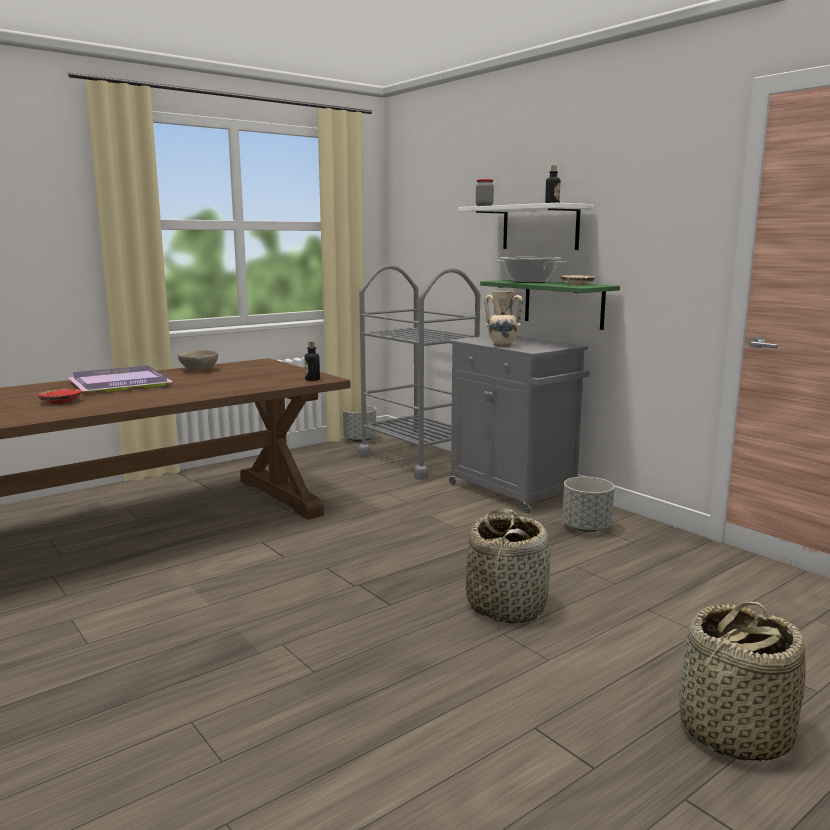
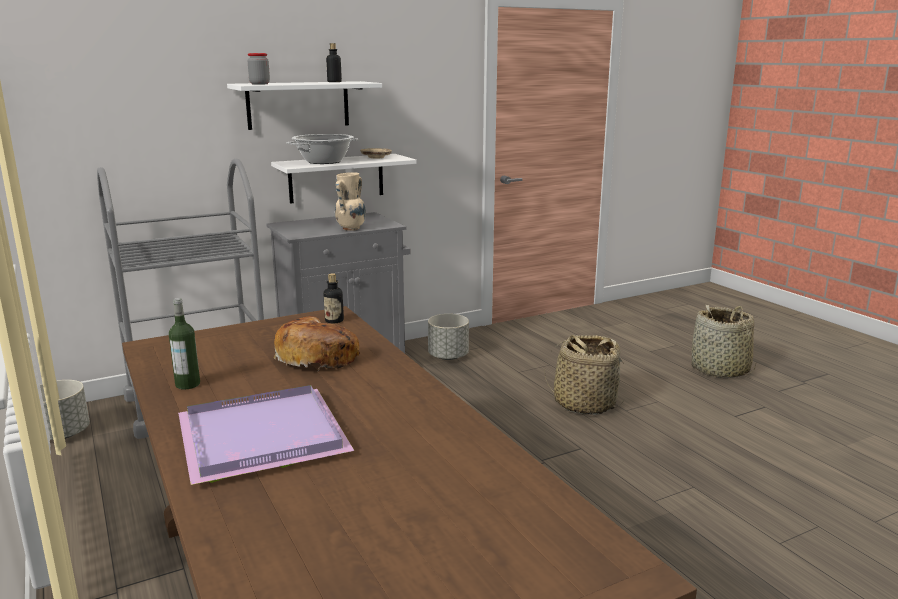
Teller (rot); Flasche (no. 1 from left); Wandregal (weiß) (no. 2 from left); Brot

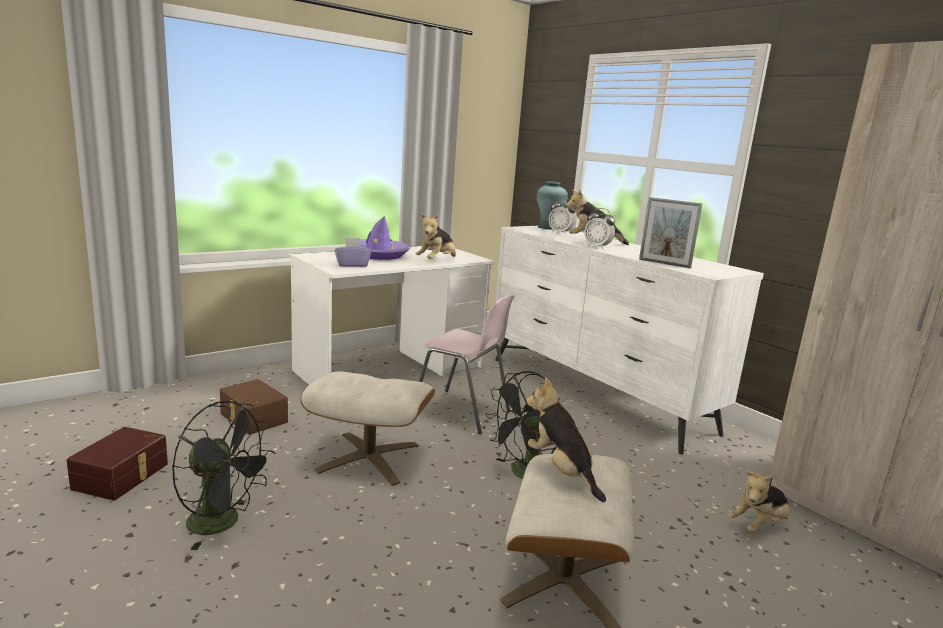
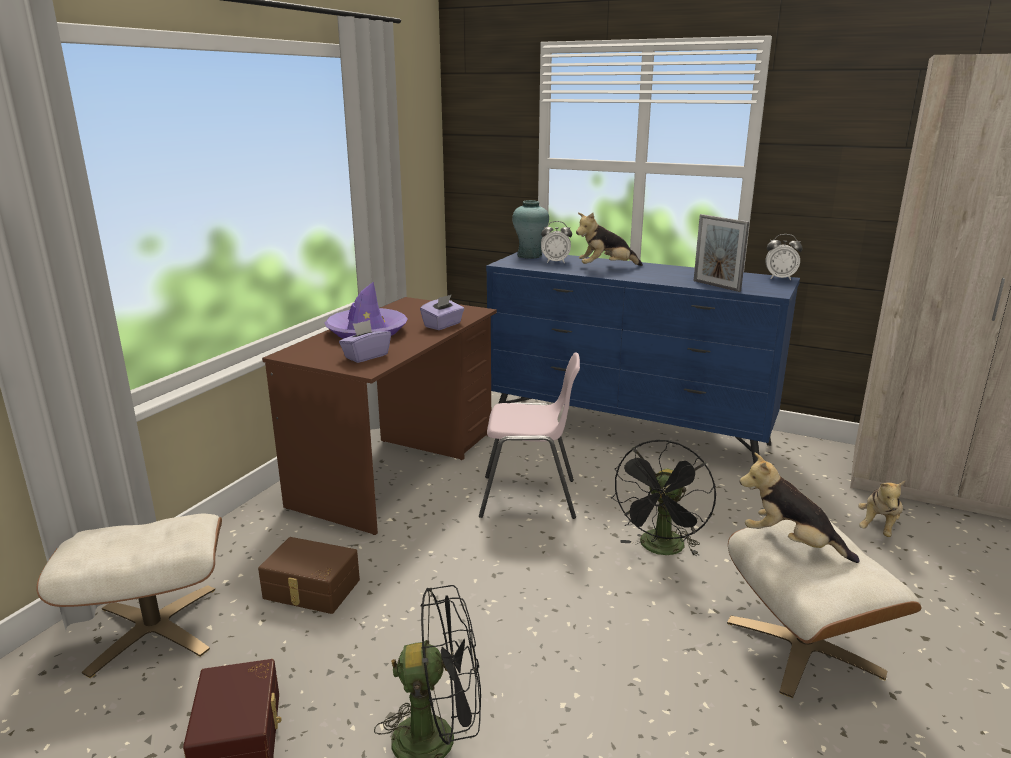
Schreibtisch (braun); Polsterhocker (beige) (no. 1 from left); Taschentuchbox (lila) (no. 2 from left); Kommode (blau); Wecker (no. 2 from left); Bilderrahmen

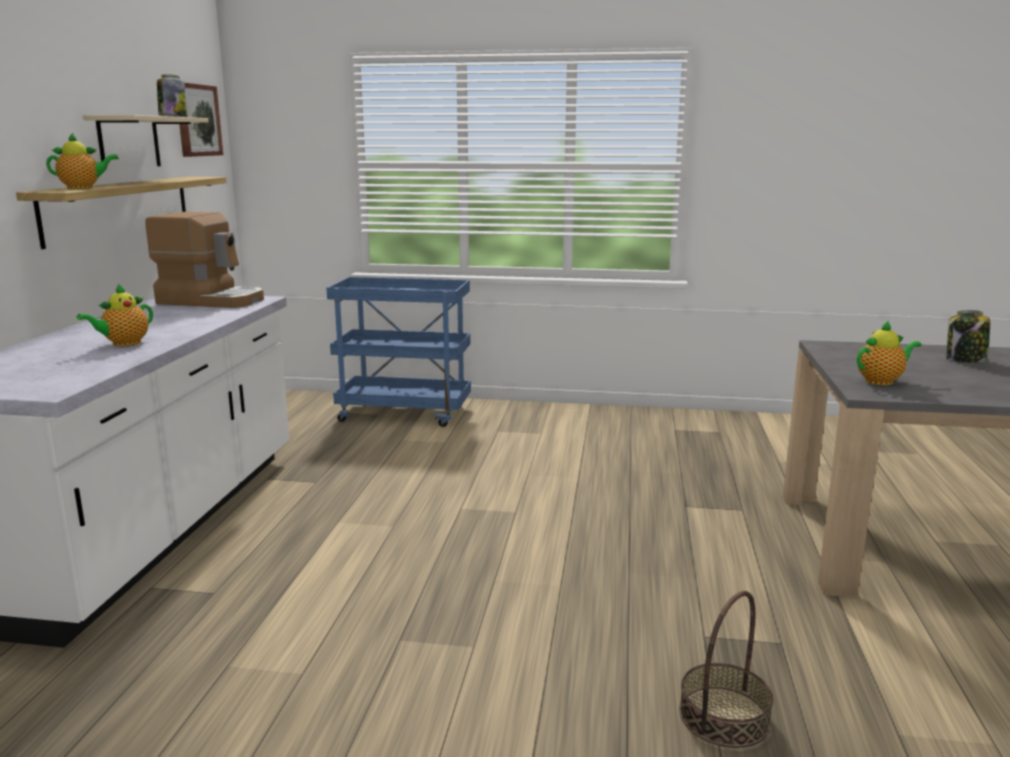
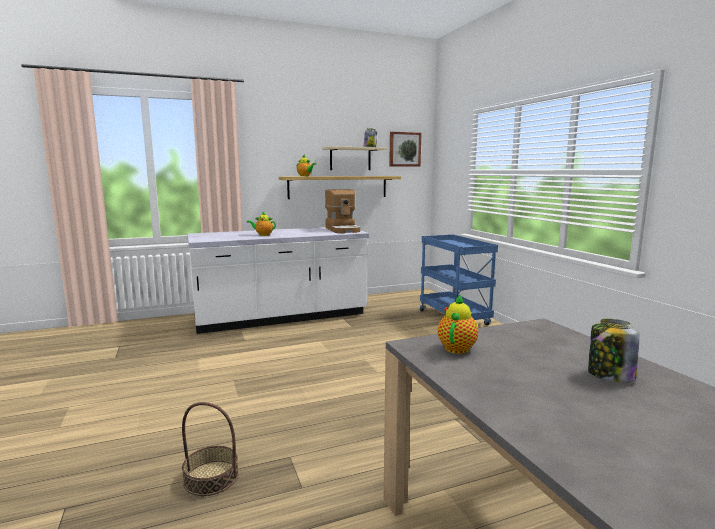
Teekanne (no. 3 from left)

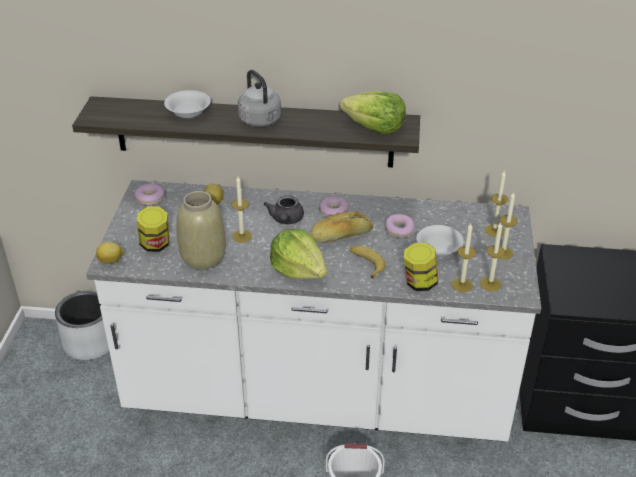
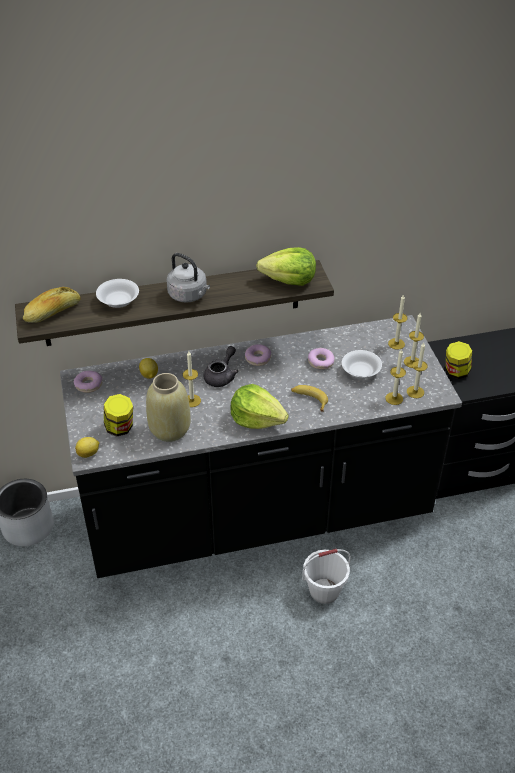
Küchenzeile (schwarz); Teekanne (grau); Brot; Vorratsglas (no. 2 from left)

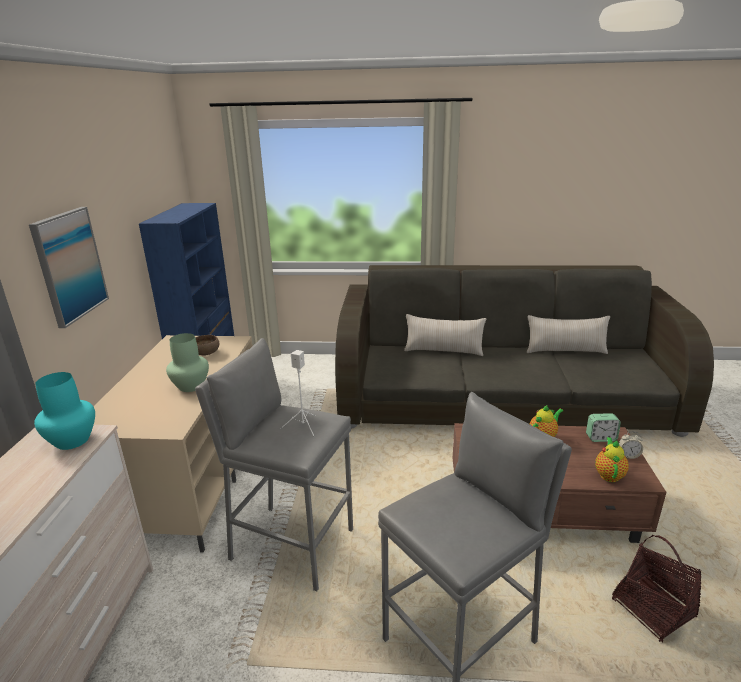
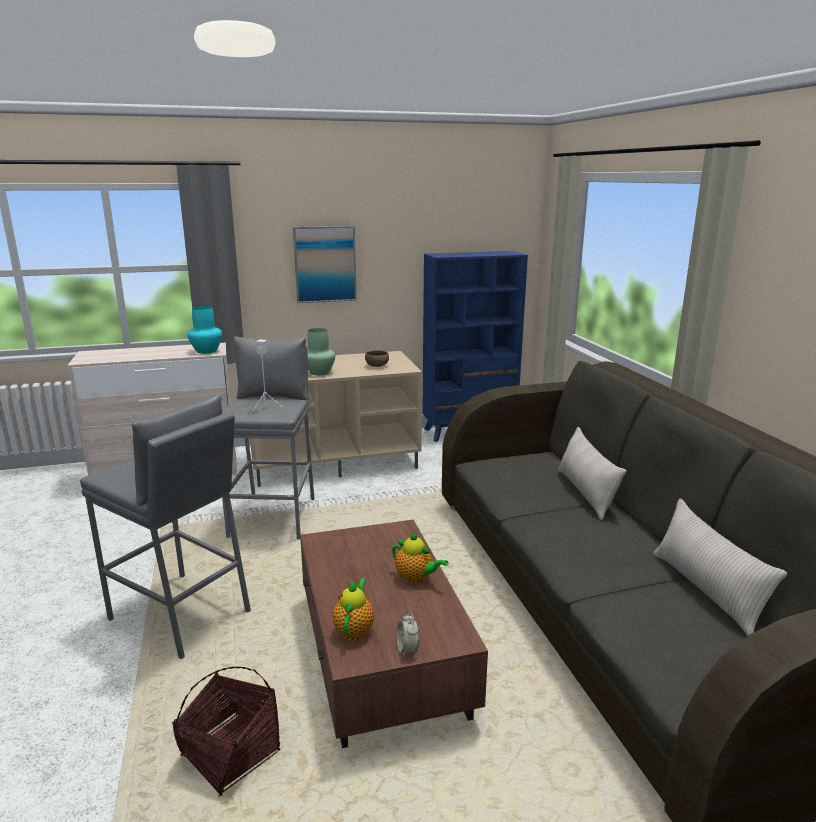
Wecker (no. 1 from left in the first image); Teekanne (no. 1 from left)

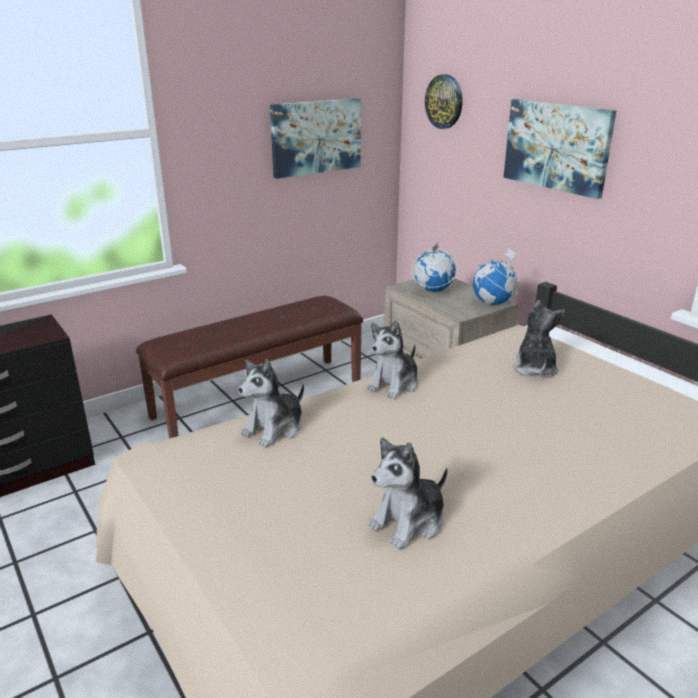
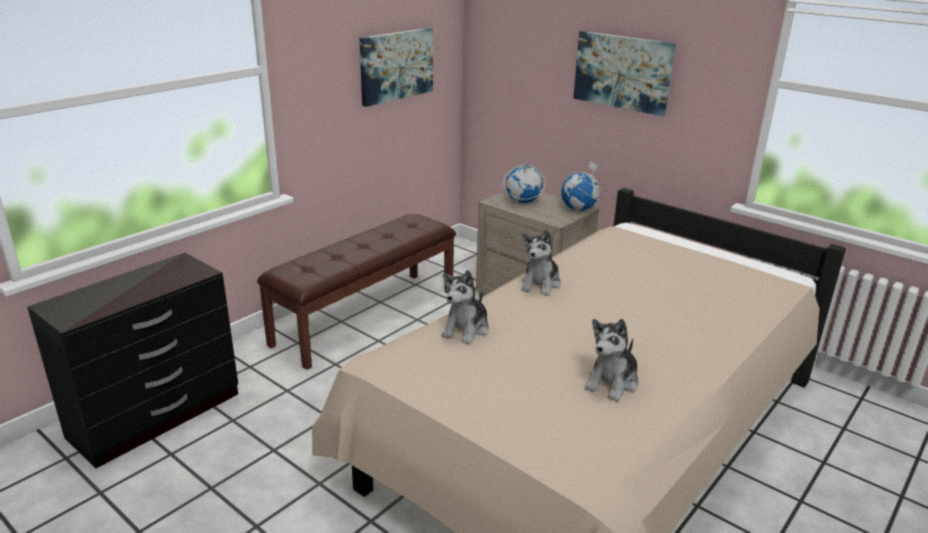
Wanduhr; Plüschtier (no. 4 from left in the first image)

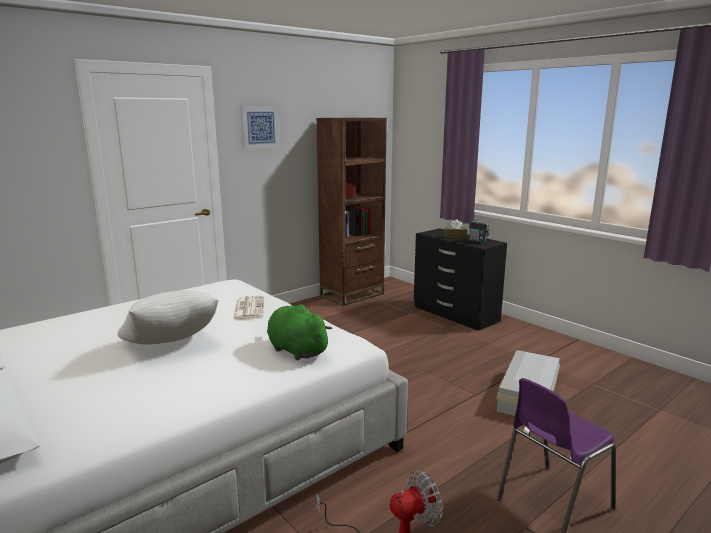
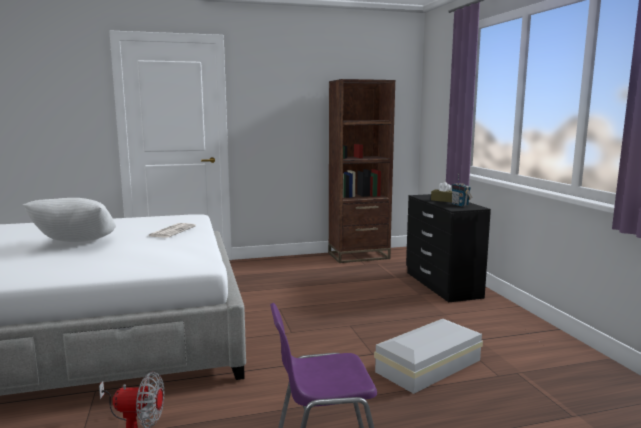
Bild; Plüschtier (grün)

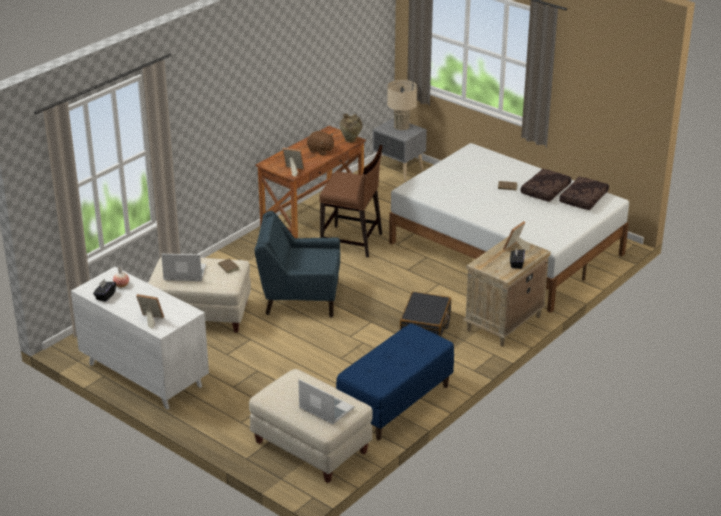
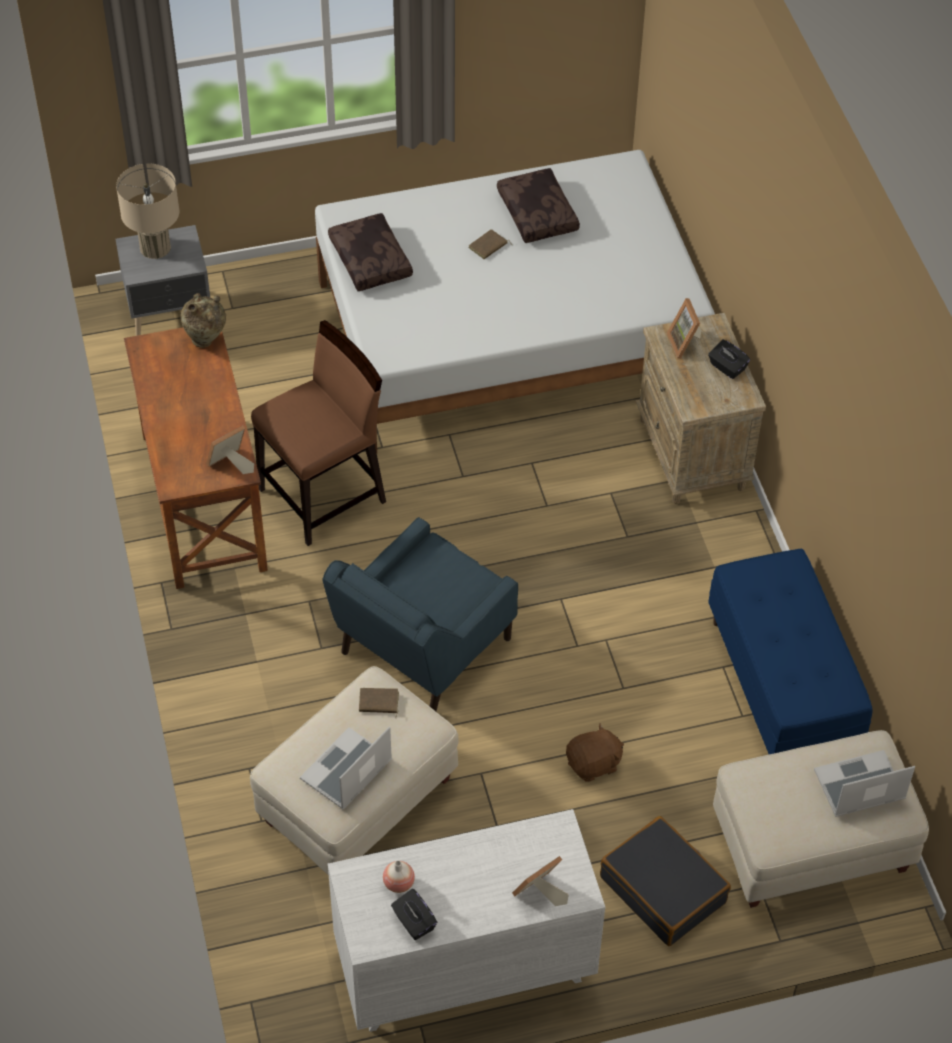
Plüschtier (braun); Koffer (schwarz); Kissen (braun) (no. 1 from left)

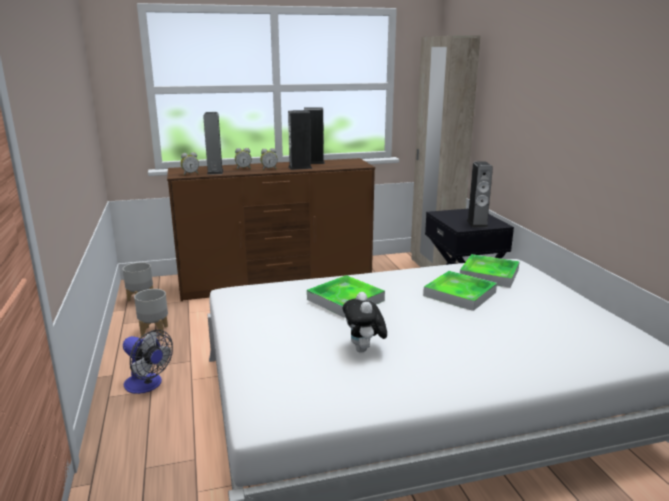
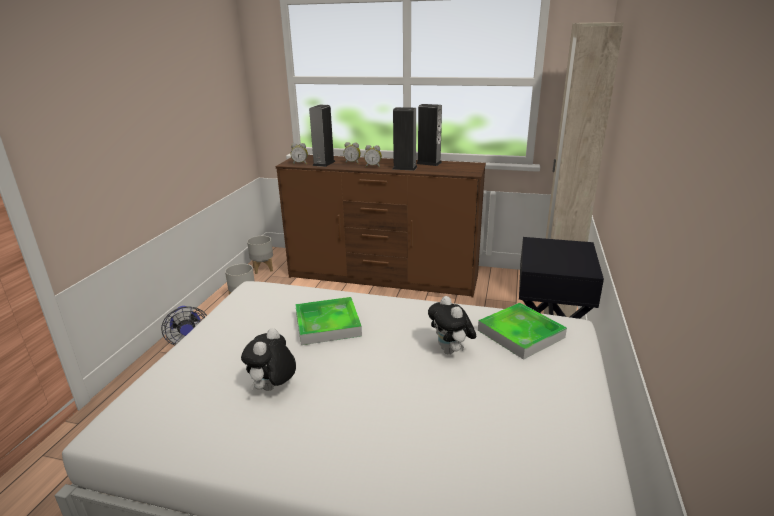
Plüschtier (no. 2 from left); Lautsprecher (no. 4 from left in the first image)

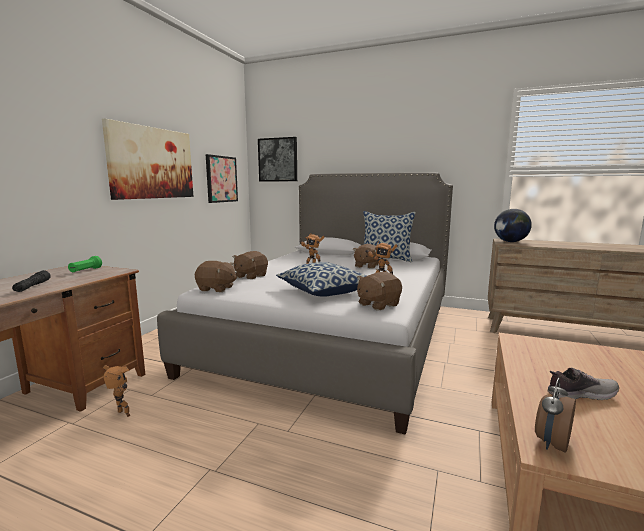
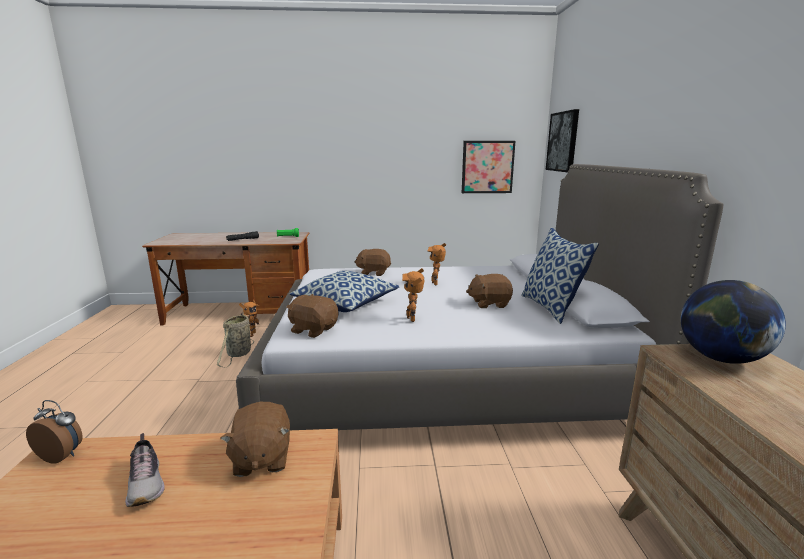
Bild (no. 1 from left in the first image); Plüschtier (braun) (no. 1 from left); Korb

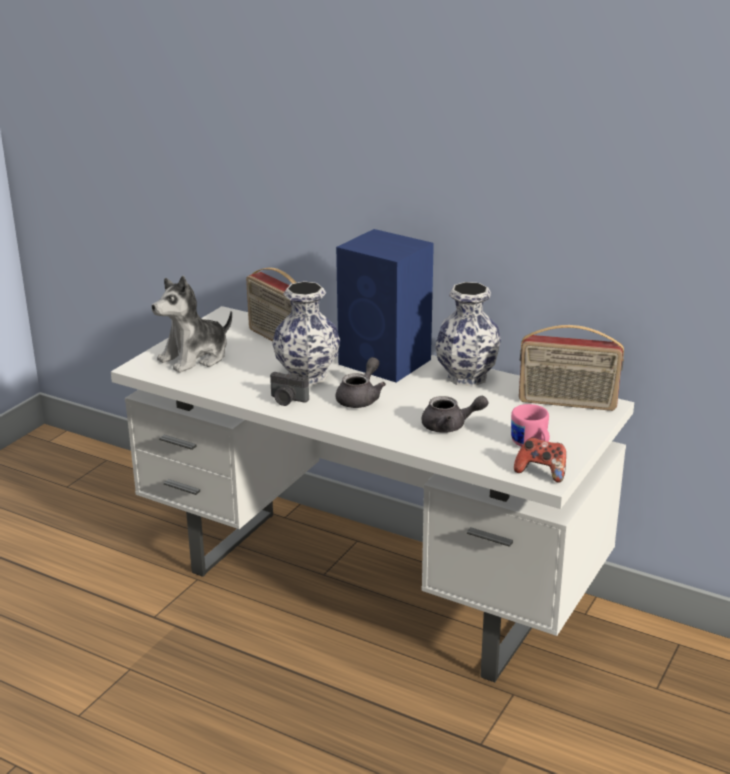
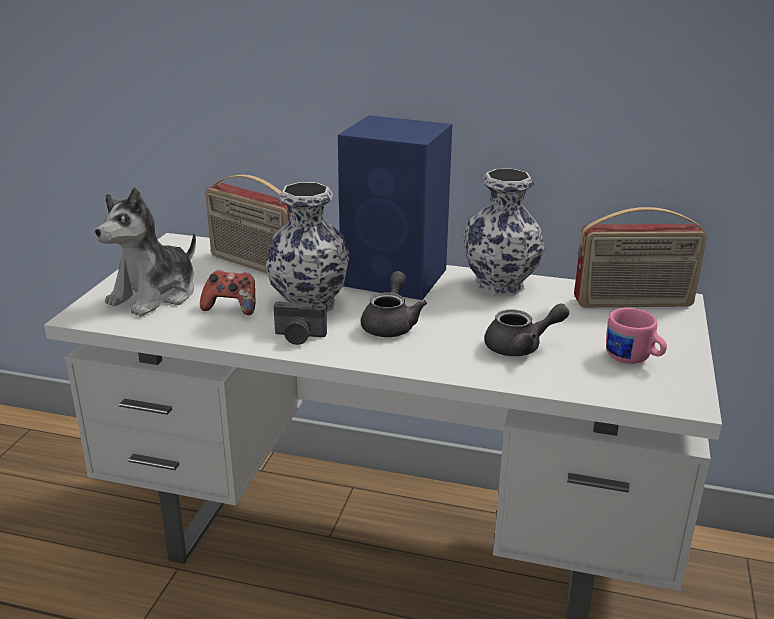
Gamepad

